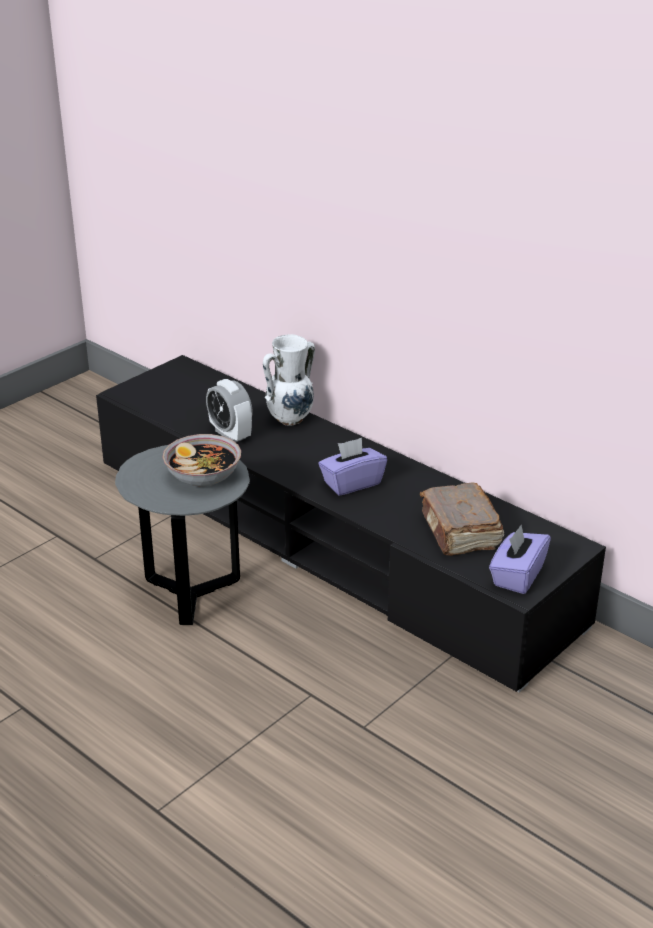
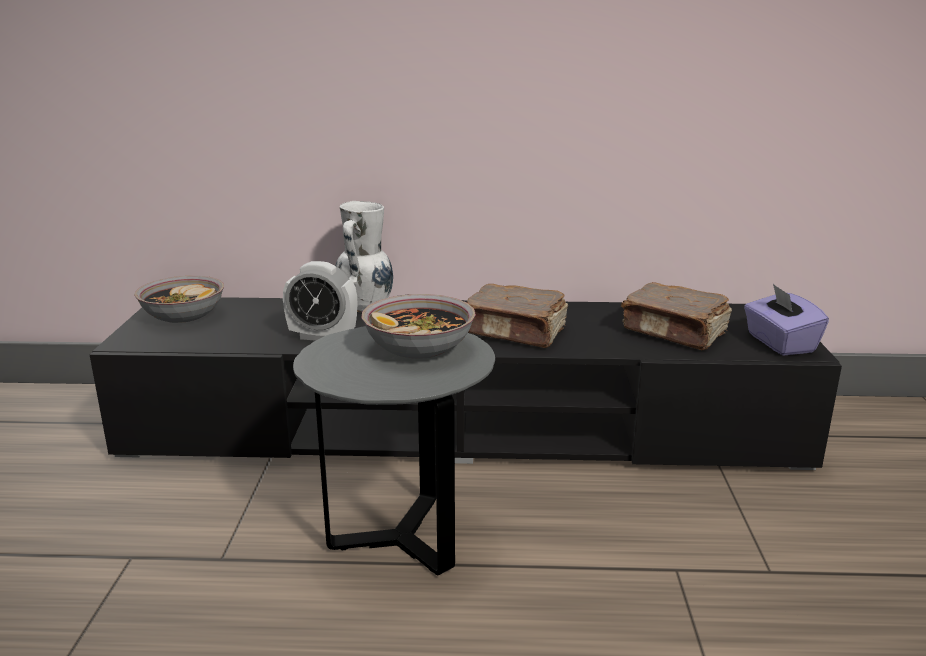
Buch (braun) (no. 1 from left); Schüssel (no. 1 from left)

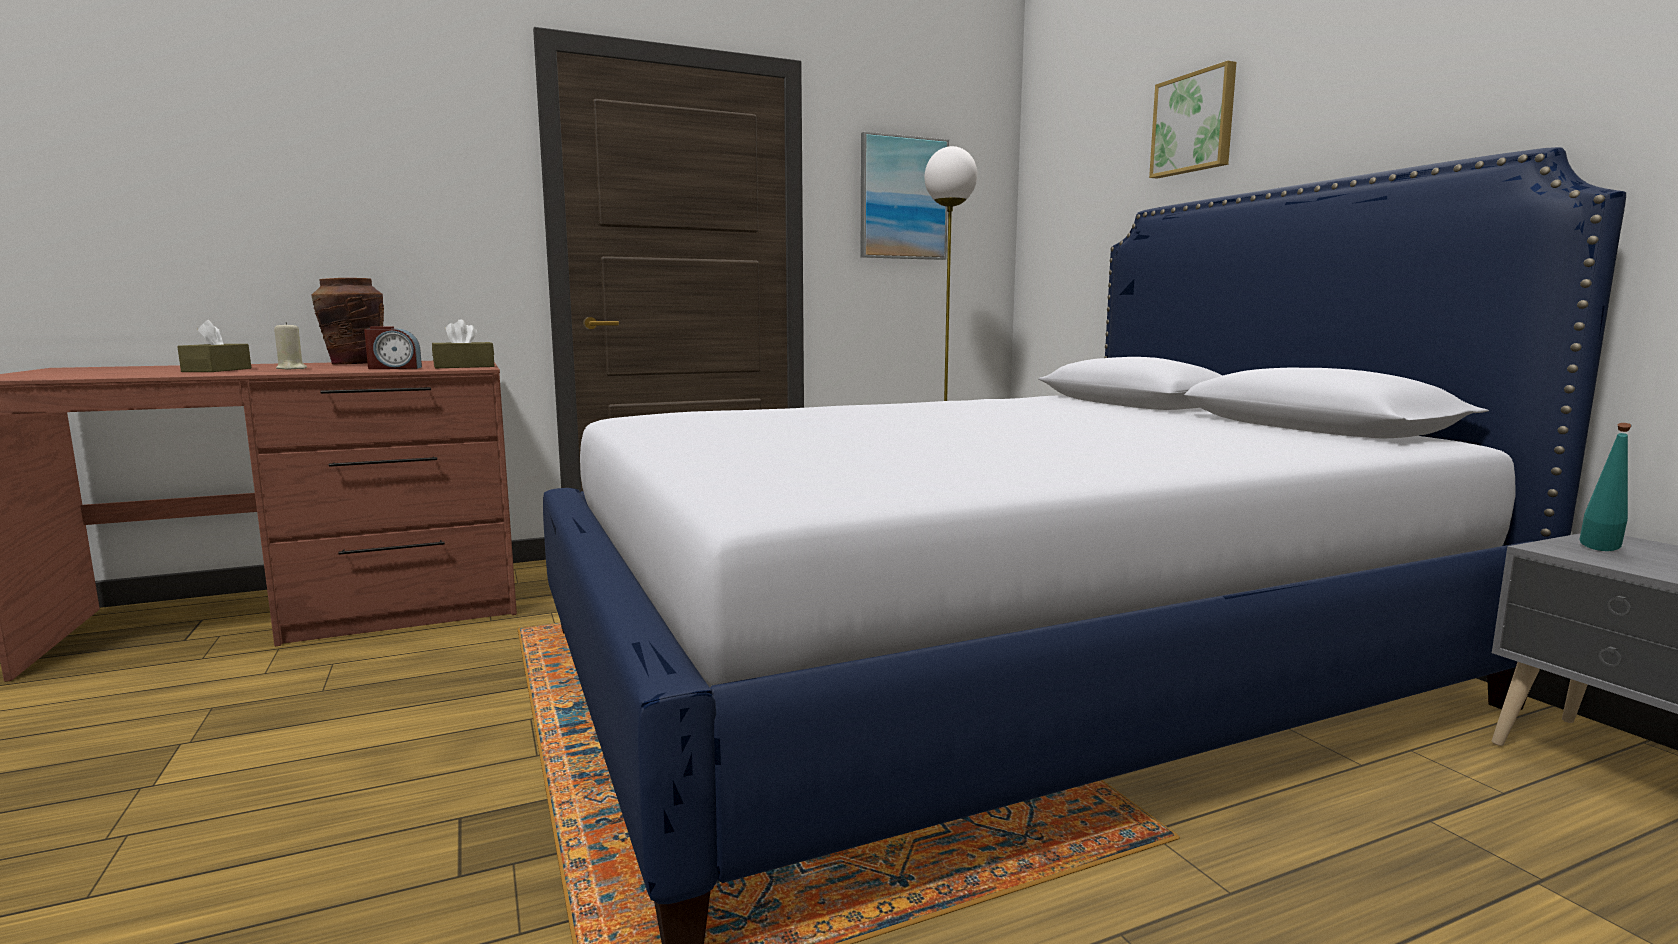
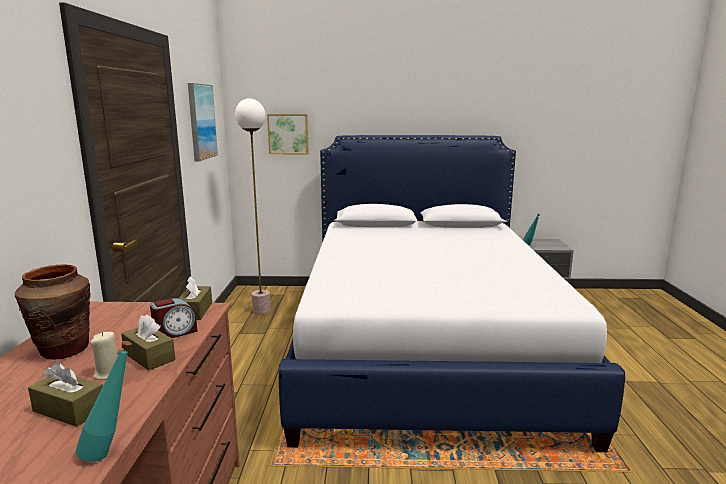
Wecker; Bild (no. 2 from left); Flasche (türkis) (no. 1 from left); Taschentuchbox (braun) (no. 2 from left)

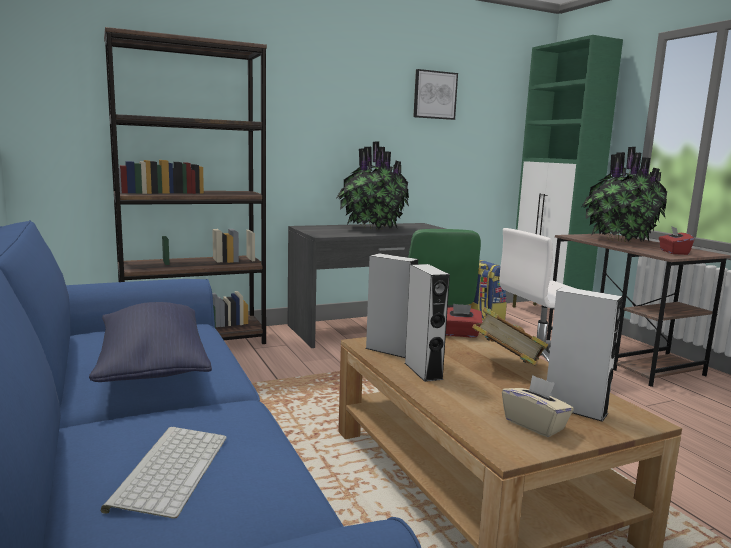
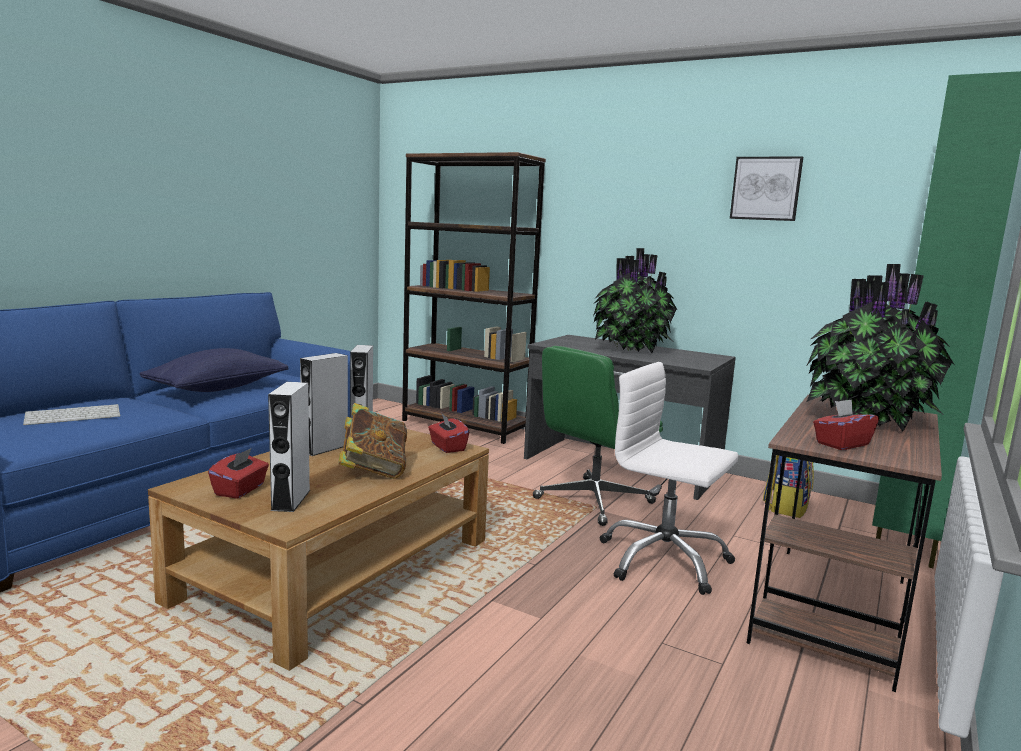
Taschentuchbox (rot) (no. 1 from left)

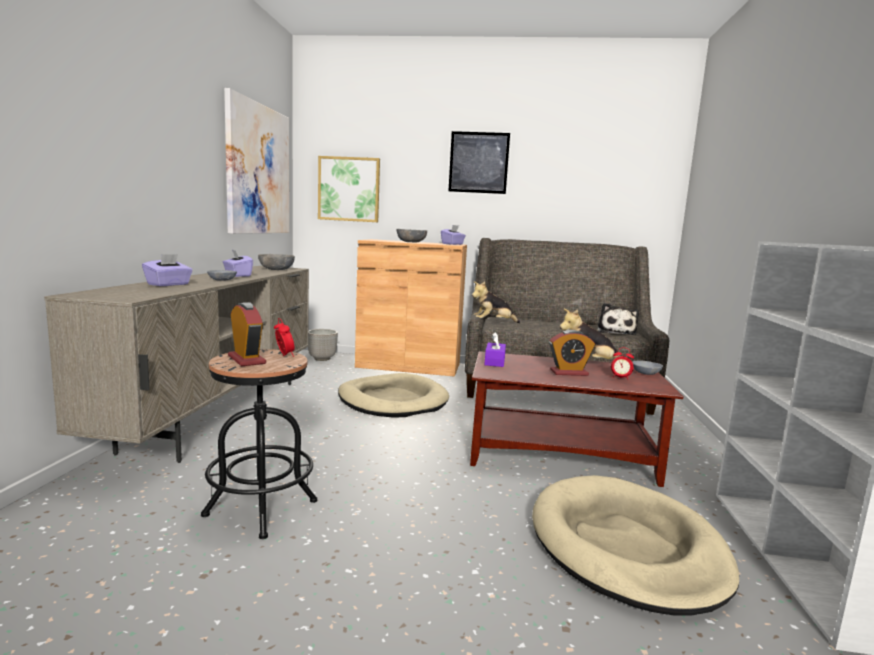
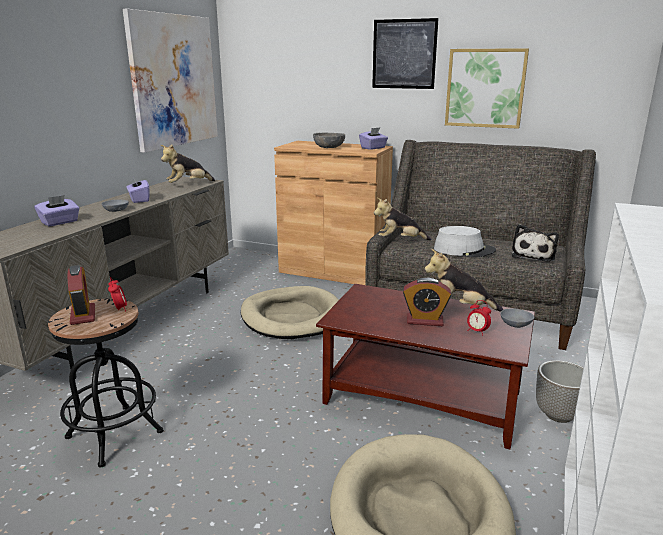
Plüschtier (no. 1 from left); Pflanzkübel; Bild (no. 3 from left); Taschentuchbox (lila) (no. 4 from left in the first image); Hut (grau)

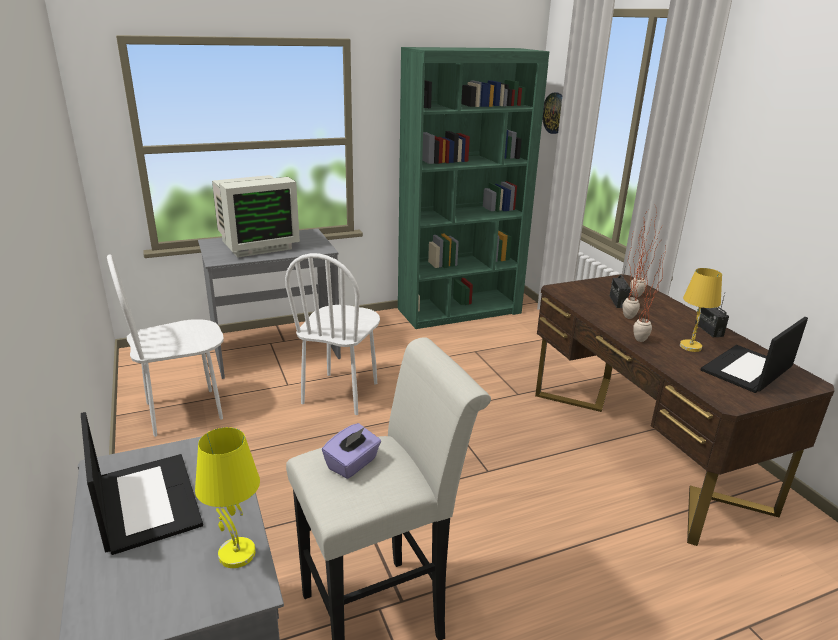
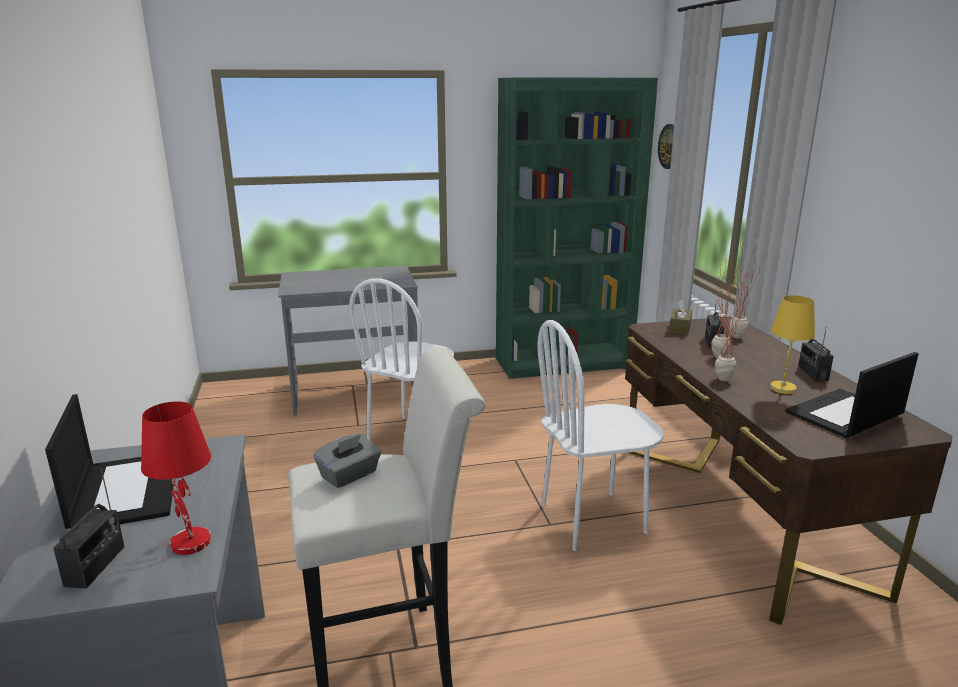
Stuhl (weiß) (no. 2 from left); Tischlampe (rot); Monitor; Taschentuchbox (grau); Radio (no. 1 from left); Taschentuchbox (braun)

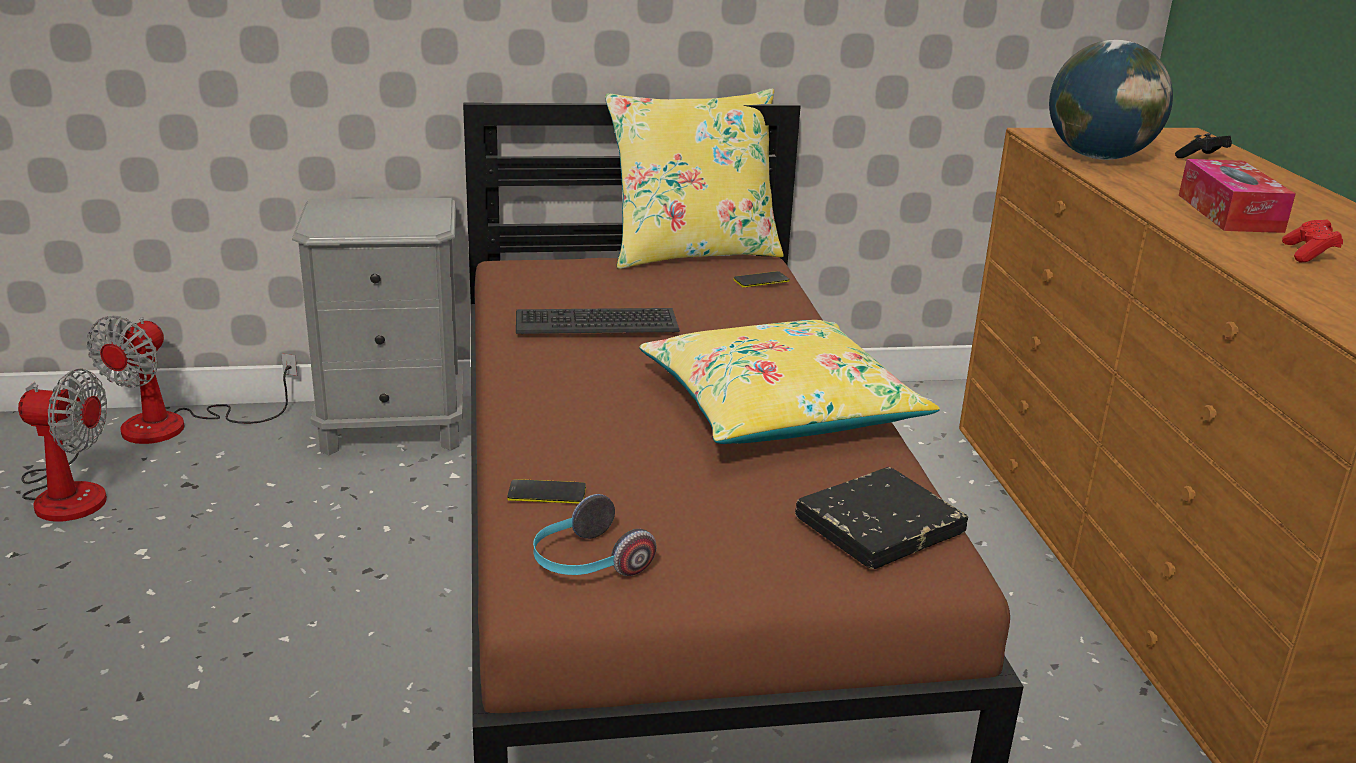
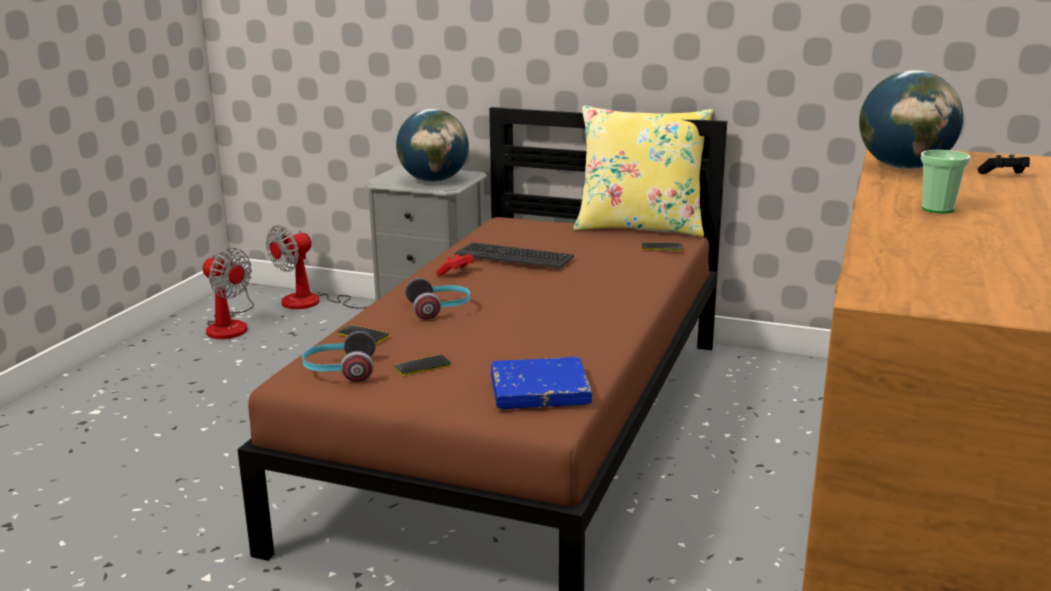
Kissen (gelb) (no. 2 from left in the first image); Buch (blau); Tasse; Gamepad (rot); Handy (no. 2 from left); Globus (no. 1 from left); Kopfhörer (no. 2 from left)

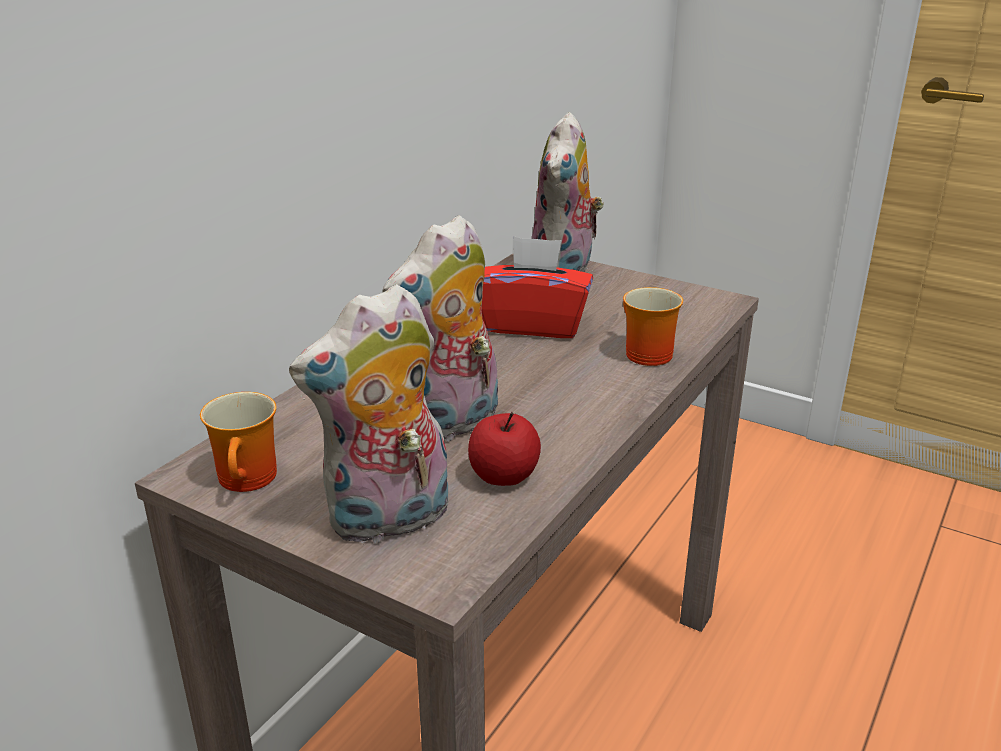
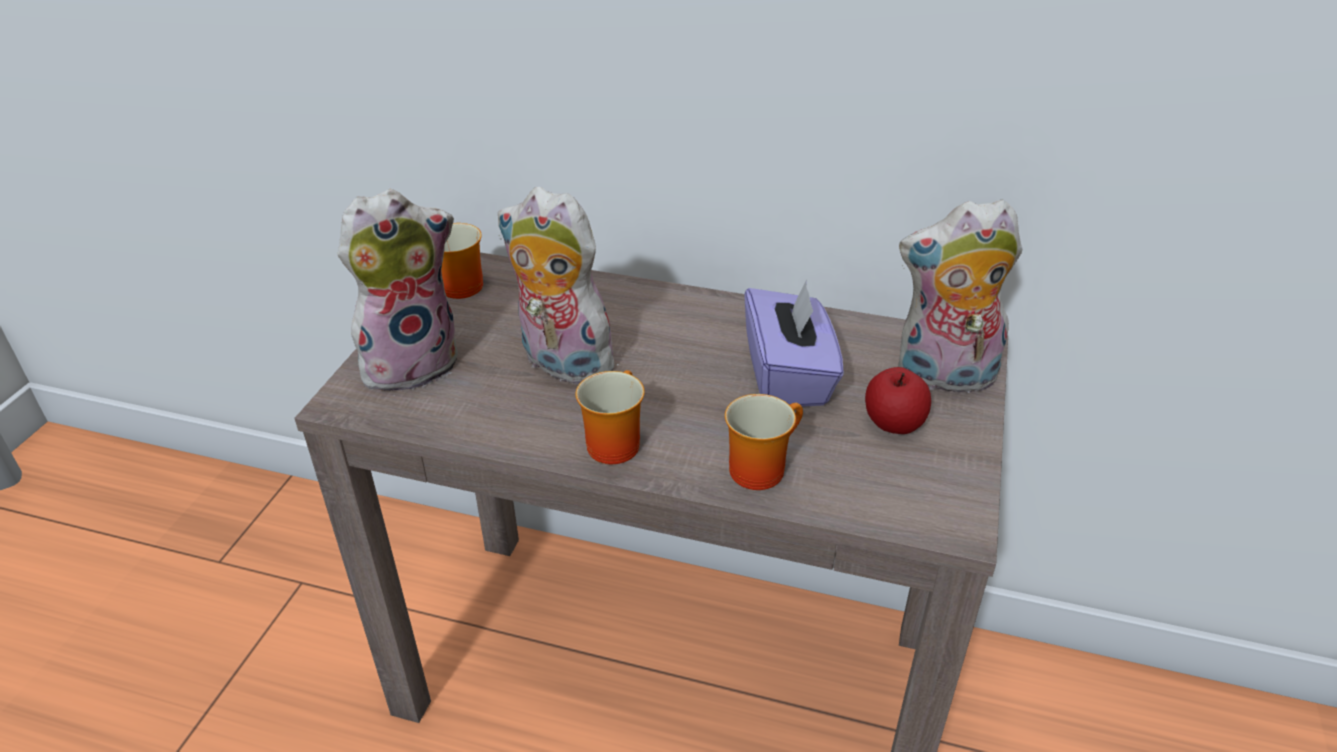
Plüschtier (no. 1 from left); Apfel; Taschentuchbox (lila); Henkelbecher (no. 2 from left)

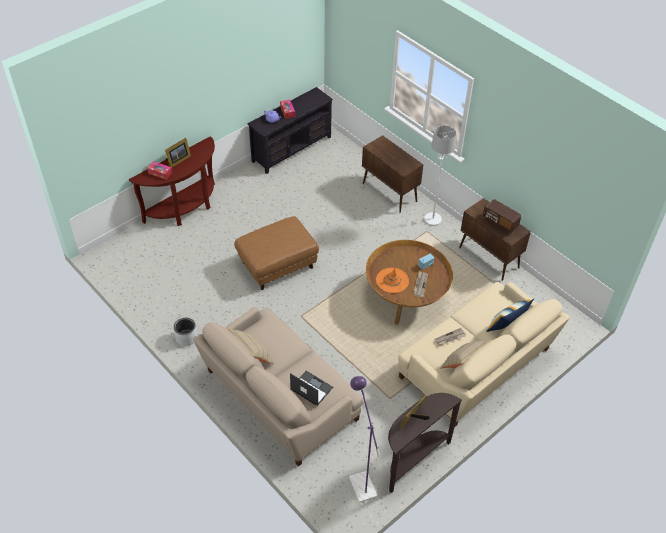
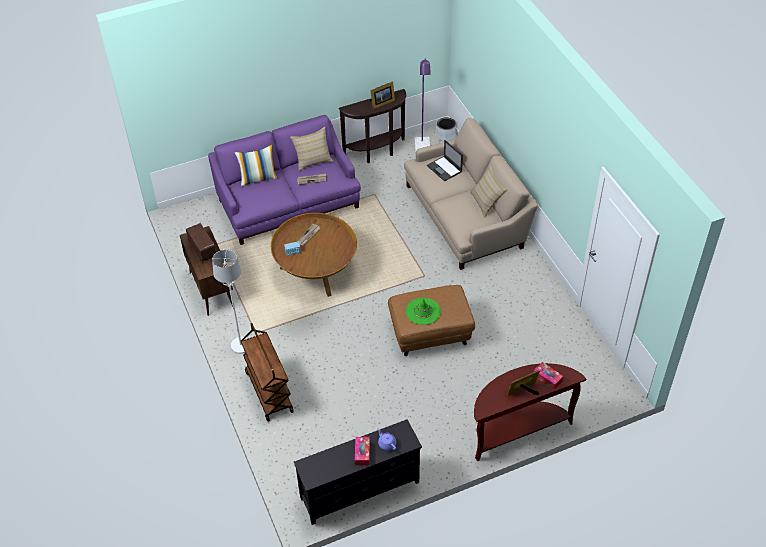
Pflanzkübel (grau); Rollwagen (braun); Hut (orange); Sofa (lila); Hut (grün)

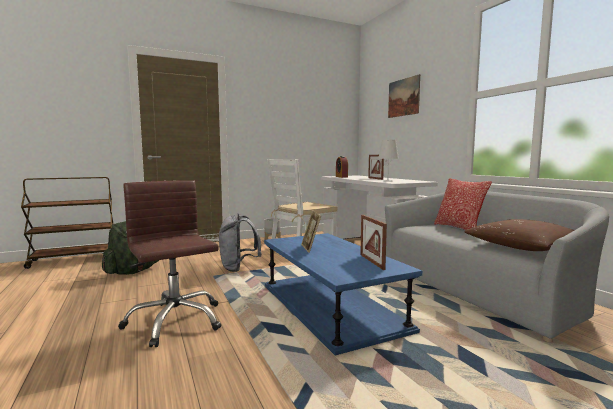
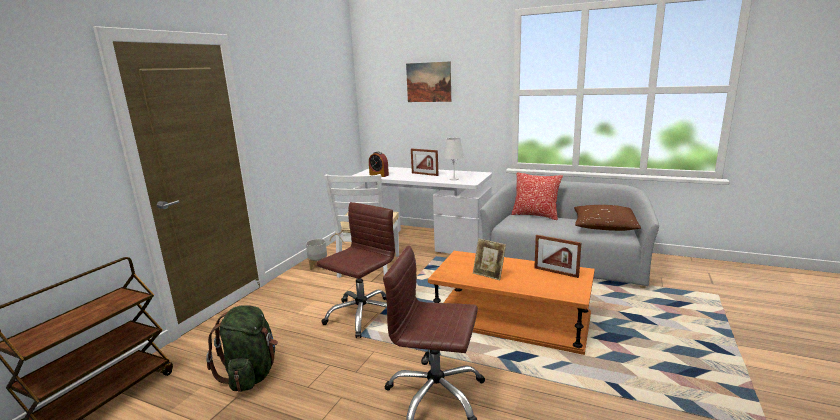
Bürostuhl (braun) (no. 1 from left); Couchtisch (orange)

